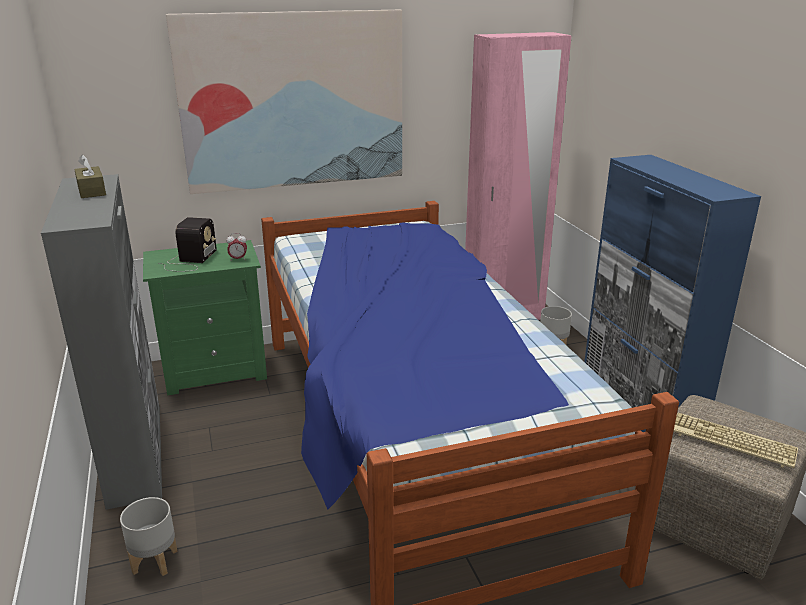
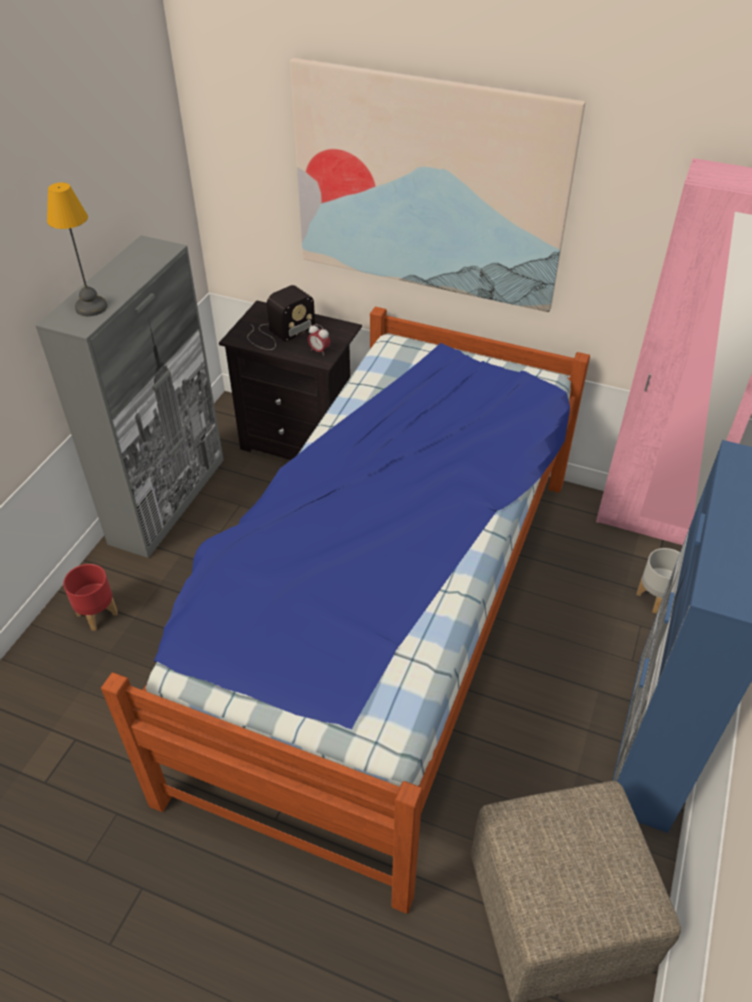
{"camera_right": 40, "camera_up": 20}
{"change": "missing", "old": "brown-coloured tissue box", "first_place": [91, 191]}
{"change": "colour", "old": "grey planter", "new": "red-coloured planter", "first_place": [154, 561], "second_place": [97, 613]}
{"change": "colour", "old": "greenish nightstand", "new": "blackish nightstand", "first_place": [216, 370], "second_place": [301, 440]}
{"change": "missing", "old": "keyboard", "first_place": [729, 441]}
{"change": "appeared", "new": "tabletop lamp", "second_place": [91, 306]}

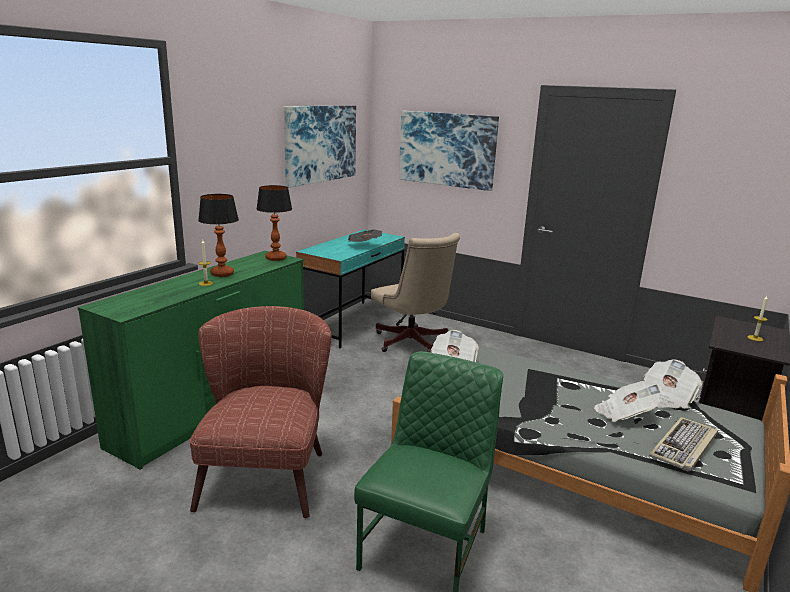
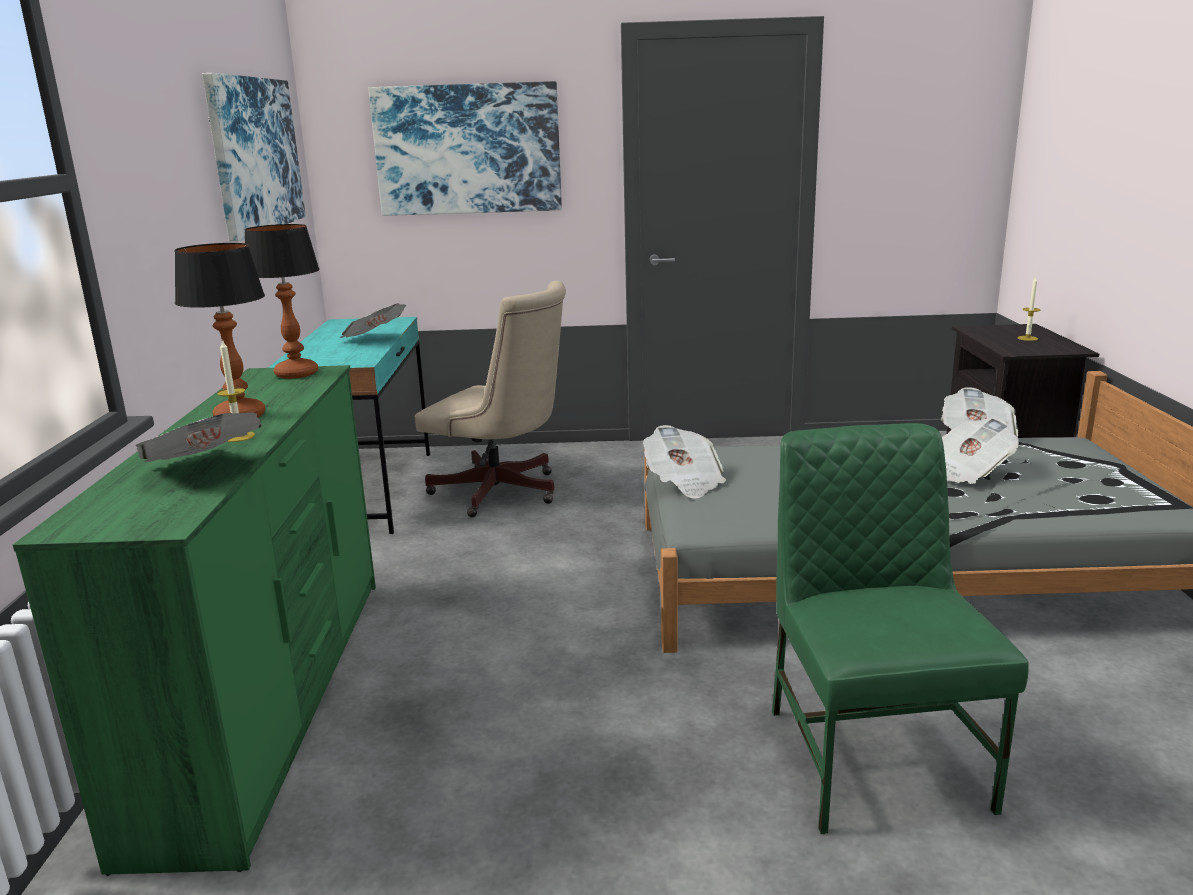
{"camera_right": -30, "camera_up": 0}
{"change": "missing", "old": "brown-coloured armchair", "first_place": [267, 471]}
{"change": "missing", "old": "keyboard", "first_place": [684, 446]}
{"change": "appeared", "new": "newspaper", "second_place": [205, 469]}

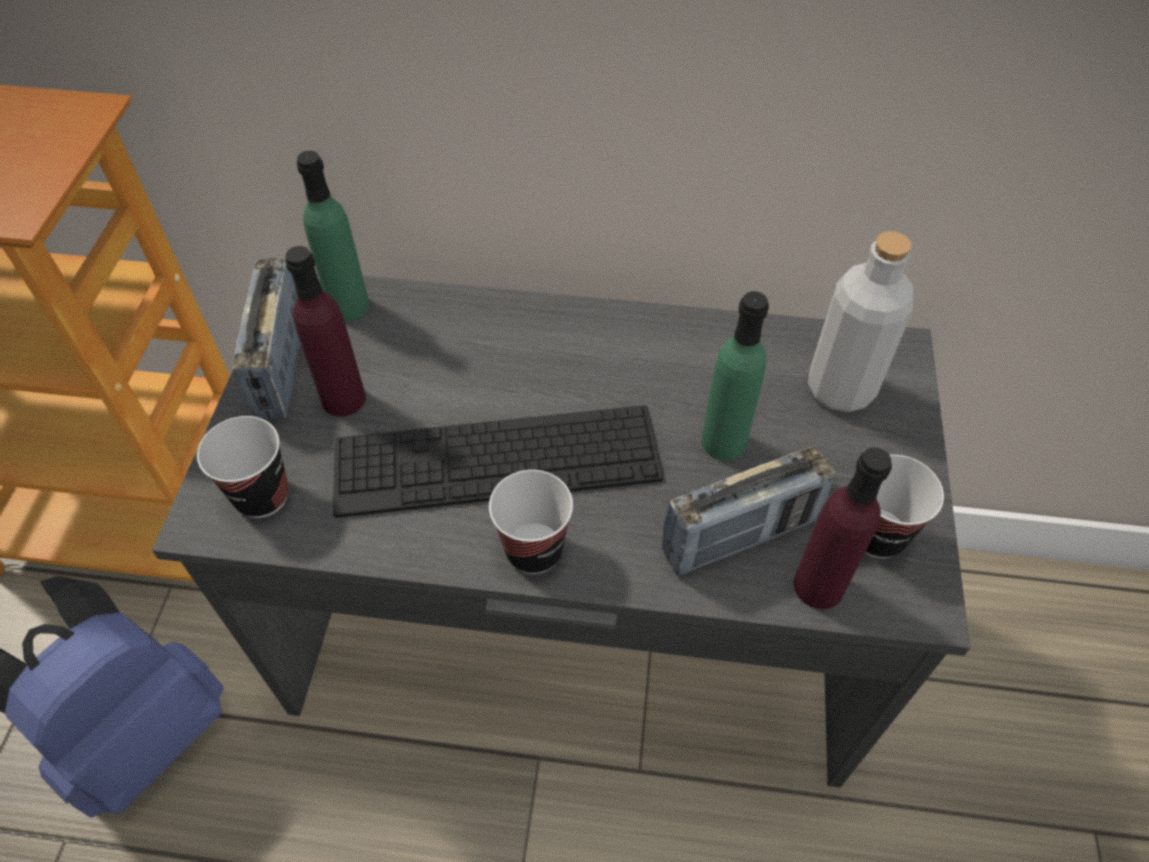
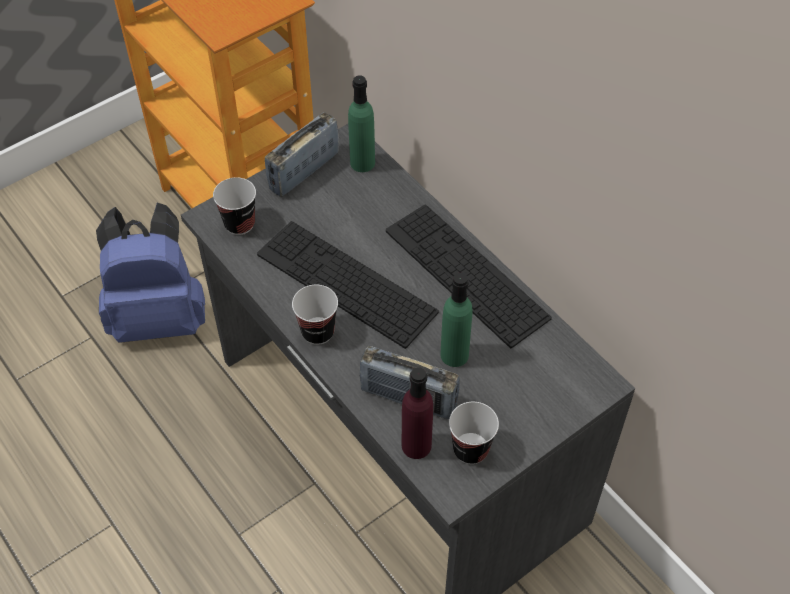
{"camera_right": 45, "camera_up": 0}
{"change": "missing", "old": "purplish beverage bottle", "first_place": [343, 399]}
{"change": "missing", "old": "grey beverage bottle", "first_place": [840, 388]}
{"change": "appeared", "new": "keyboard", "second_place": [466, 274]}

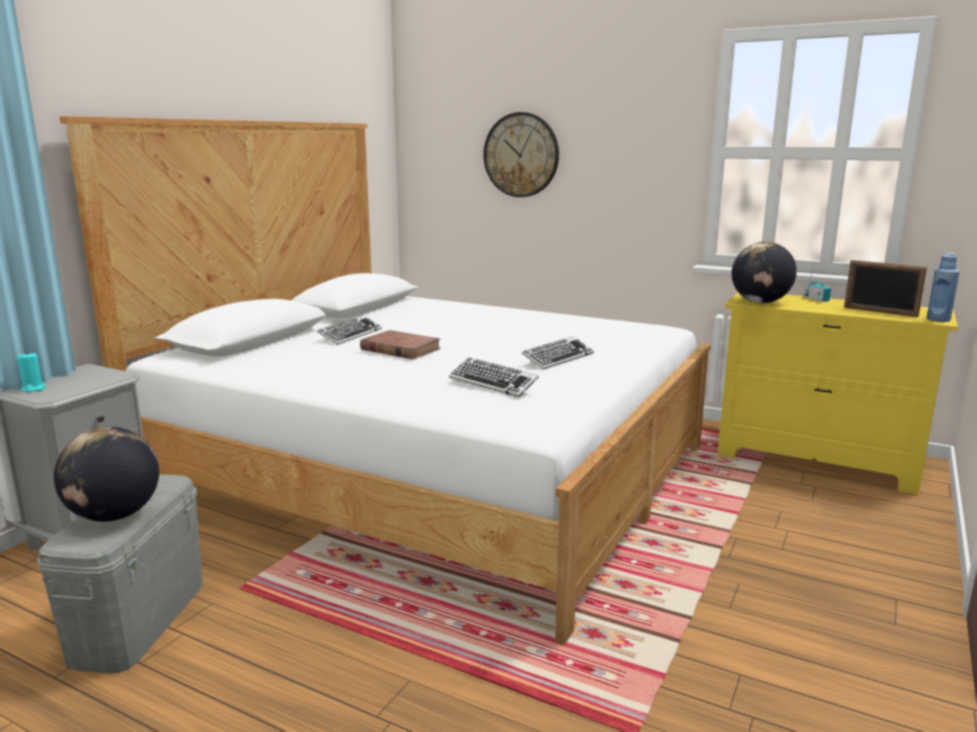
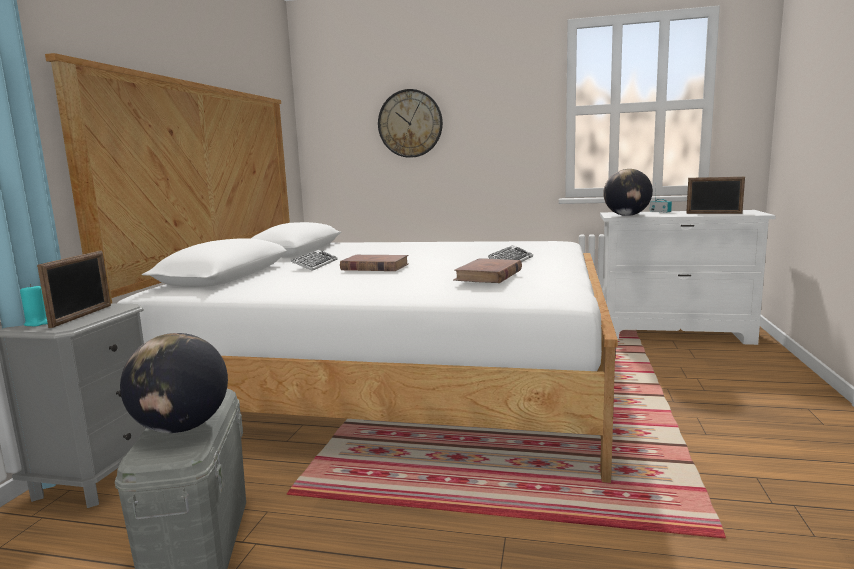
{"camera_right": -15, "camera_up": -5}
{"change": "exchanged", "old": "keyboard", "new": "brown-coloured book", "first_place": [493, 383], "second_place": [488, 275]}
{"change": "colour", "old": "yellowish drawer chest", "new": "white drawer chest", "first_place": [817, 461], "second_place": [675, 334]}
{"change": "missing", "old": "blue-coloured beverage bottle", "first_place": [938, 319]}
{"change": "appeared", "new": "photo frame", "second_place": [82, 316]}

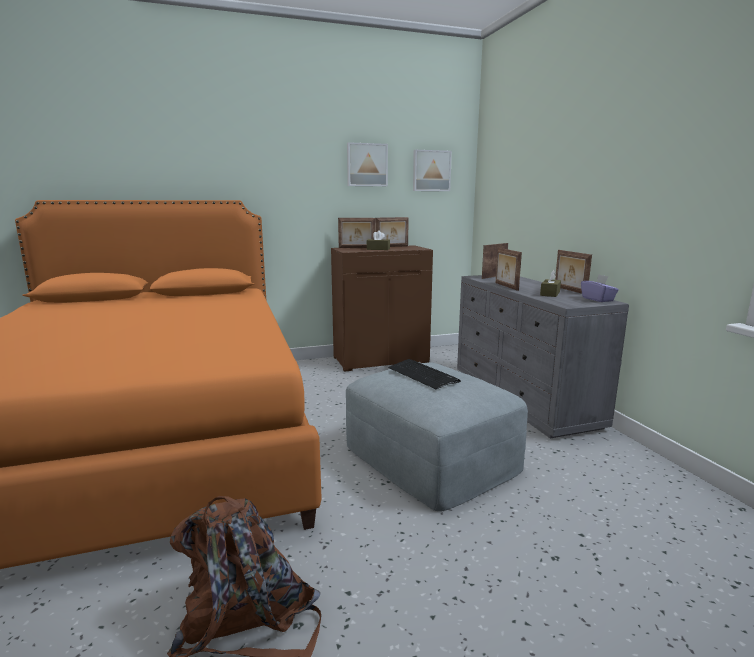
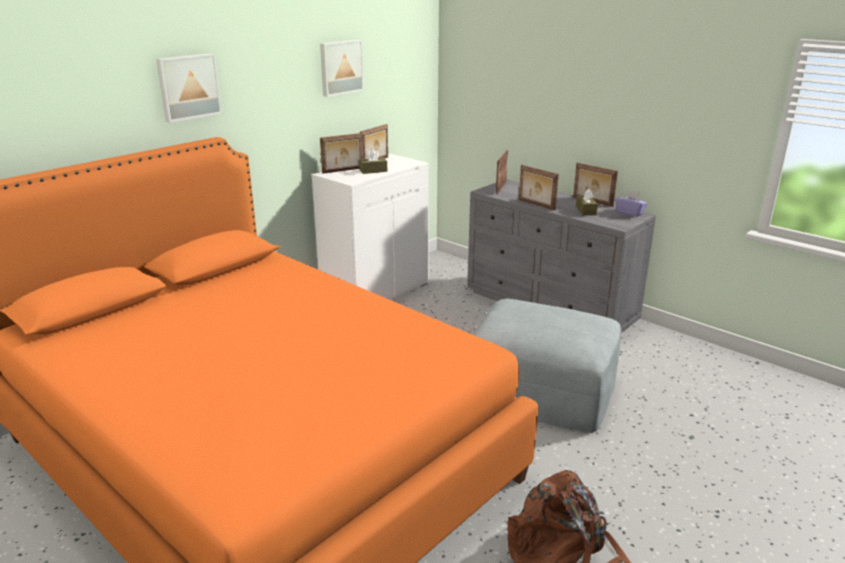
{"camera_right": -30, "camera_up": 10}
{"change": "colour", "old": "brown-coloured cabinet", "new": "white cabinet", "first_place": [381, 359], "second_place": [375, 292]}
{"change": "missing", "old": "keyboard", "first_place": [423, 375]}
{"change": "relocated", "old": "wall picture", "first_place": [431, 171], "second_place": [188, 87]}

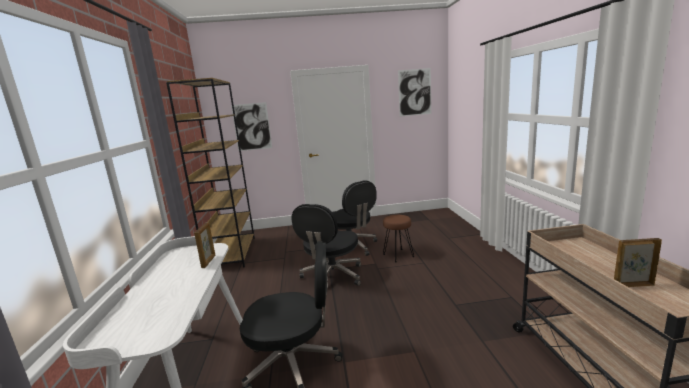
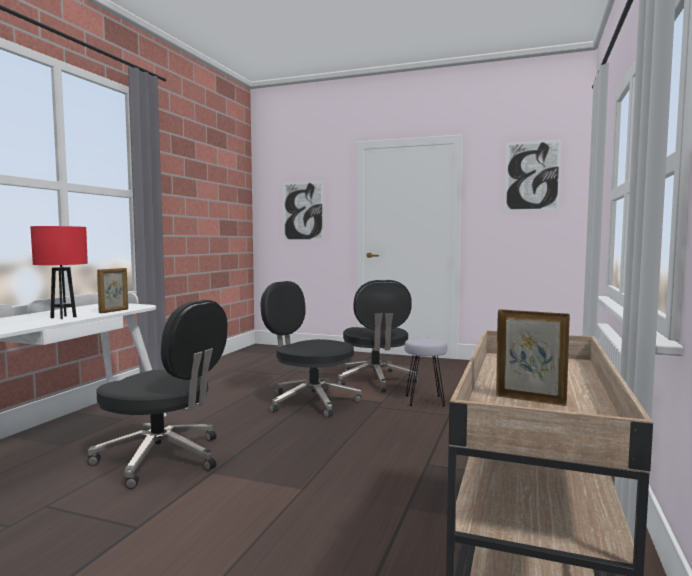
{"camera_right": 25, "camera_up": -10}
{"change": "missing", "old": "brown-coloured shelving unit", "first_place": [232, 253]}
{"change": "spun", "old": "blackish office chair", "first_place": [332, 277], "second_place": [310, 401], "degrees": 75}
{"change": "colour", "old": "brown-coloured sitting stool", "new": "grey sitting stool", "first_place": [398, 255], "second_place": [425, 400]}
{"change": "appeared", "new": "red-coloured tabletop lamp", "second_place": [63, 317]}

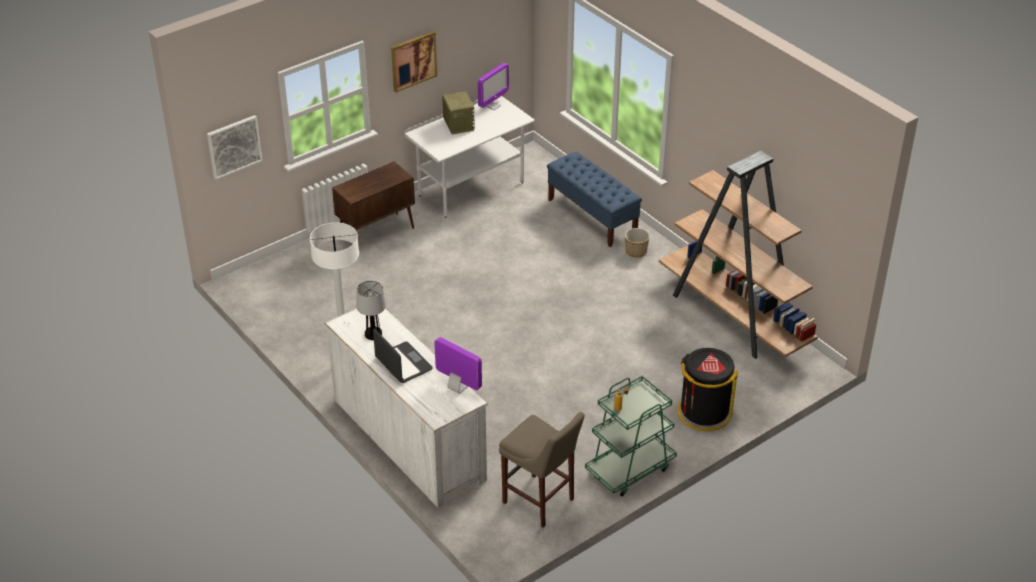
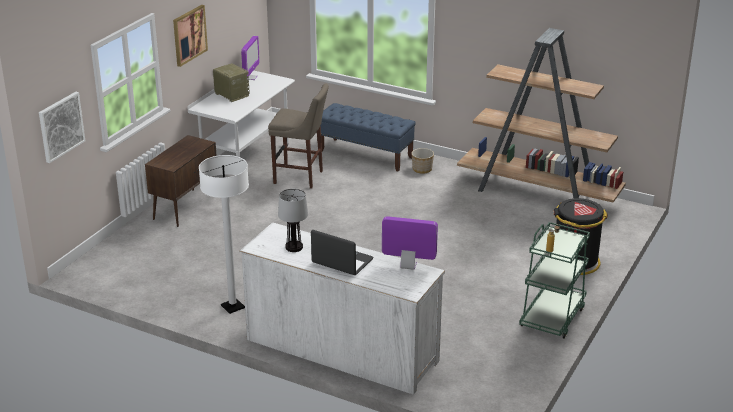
{"camera_right": -25, "camera_up": -10}
{"change": "relocated", "old": "beige sitting stool", "first_place": [541, 503], "second_place": [301, 178]}

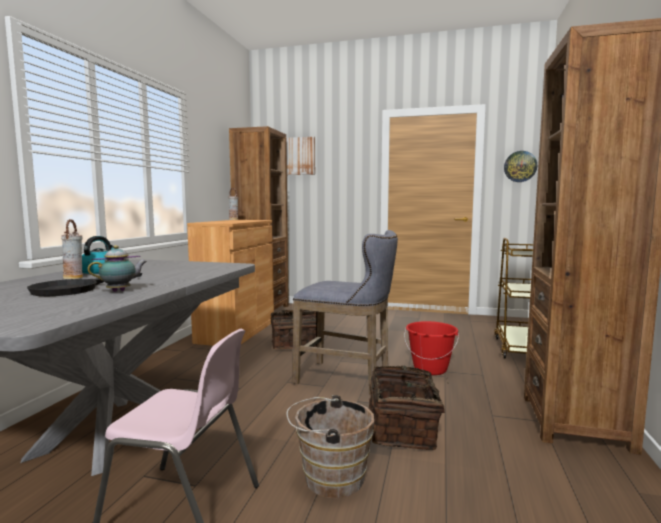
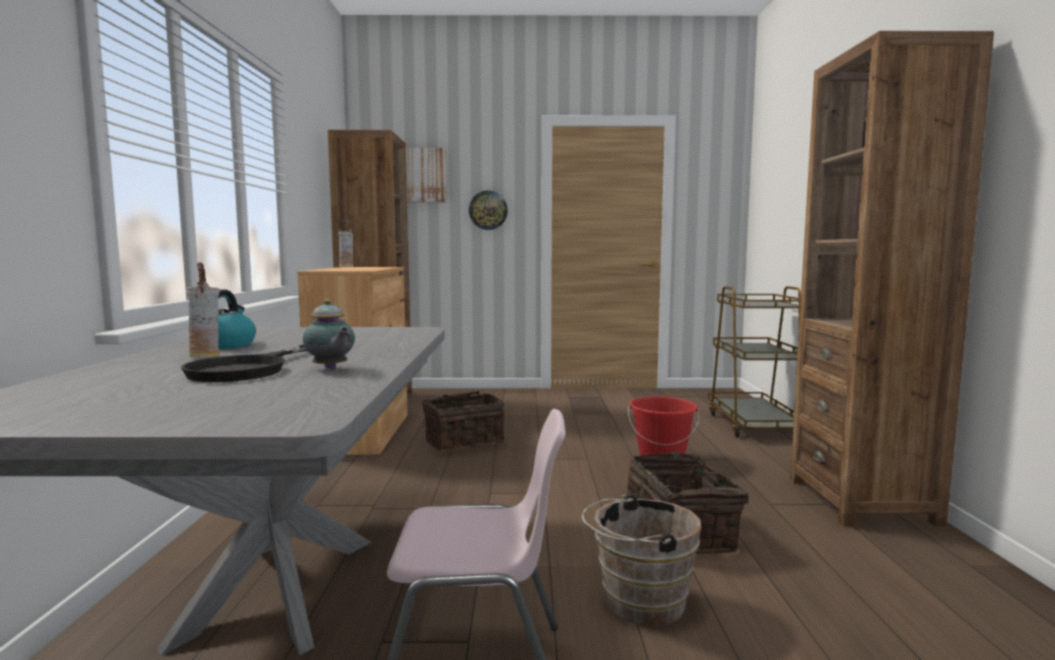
{"camera_right": -15, "camera_up": 0}
{"change": "spun", "old": "teapot", "first_place": [120, 291], "second_place": [330, 369], "degrees": 105}
{"change": "missing", "old": "grey sitting stool", "first_place": [348, 379]}
{"change": "relocated", "old": "wall clock", "first_place": [520, 166], "second_place": [488, 210]}

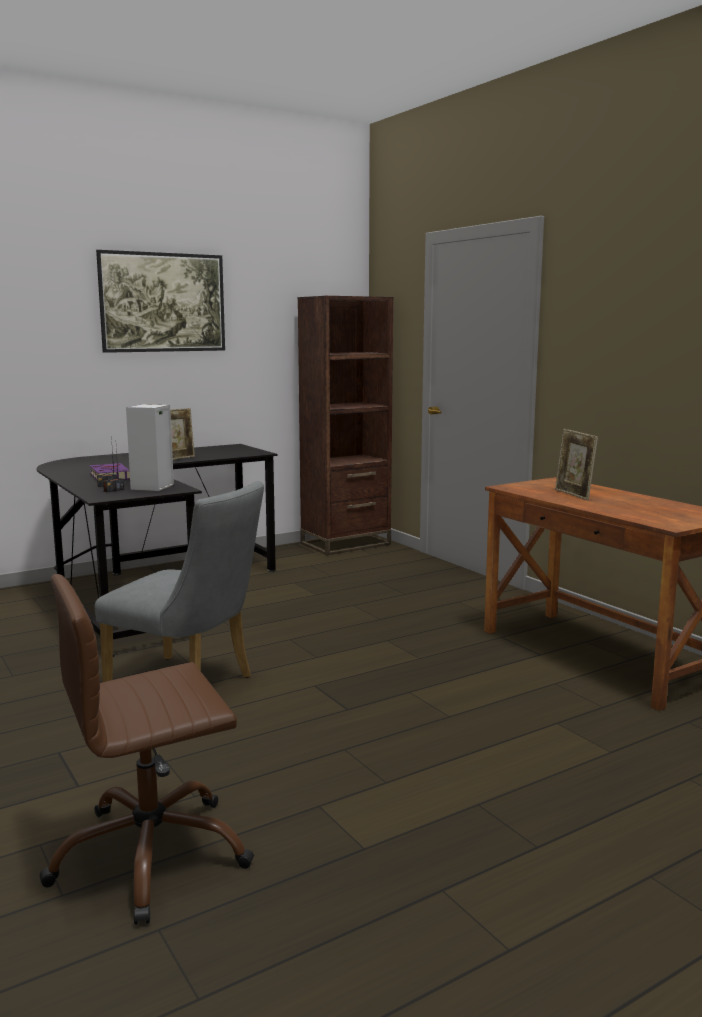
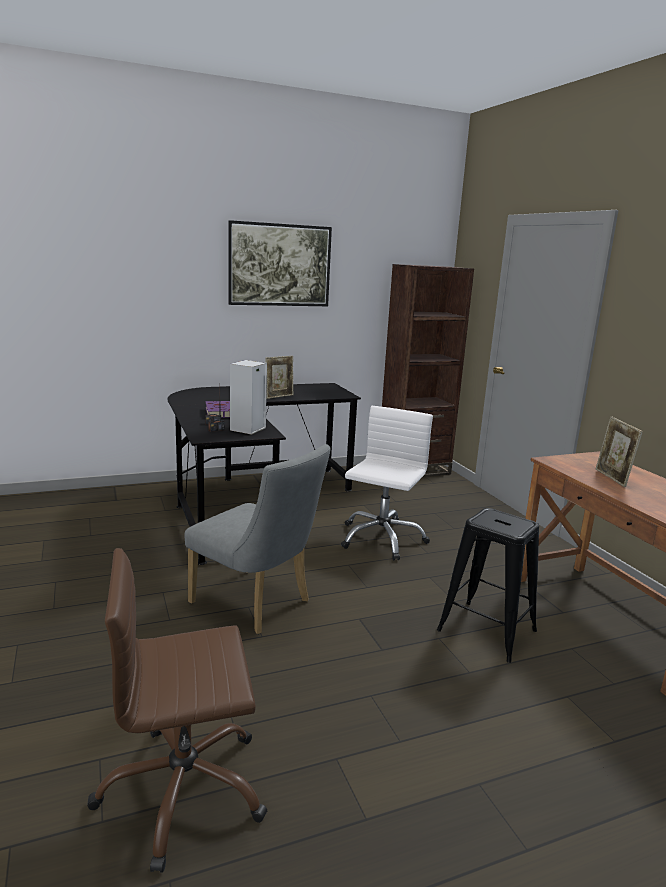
{"camera_right": 10, "camera_up": 5}
{"change": "appeared", "new": "white office chair", "second_place": [381, 538]}
{"change": "appeared", "new": "blackish sitting stool", "second_place": [487, 631]}

